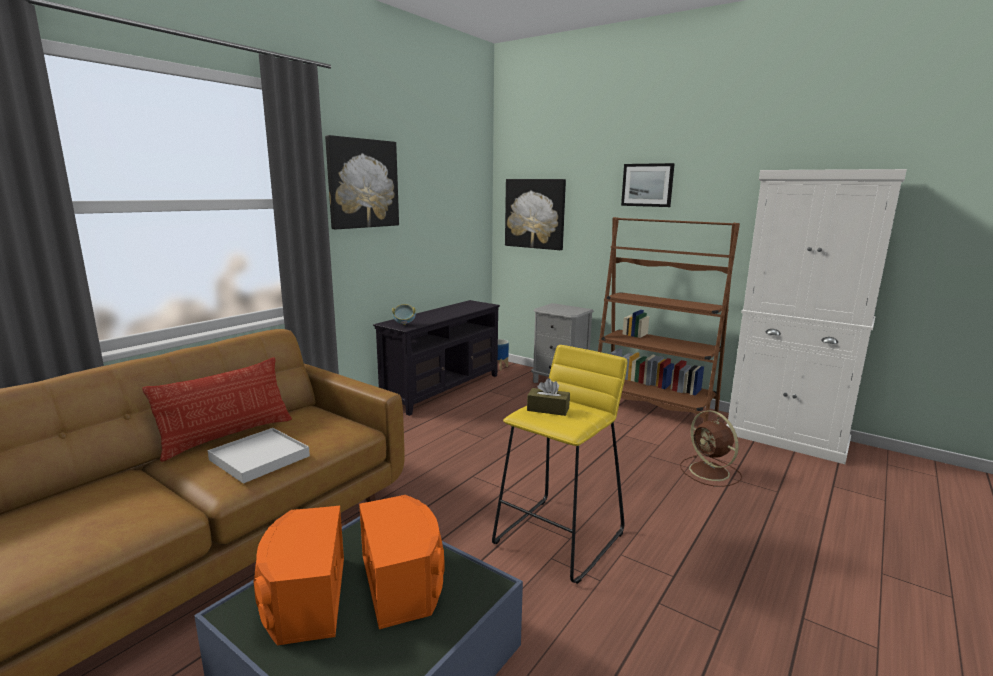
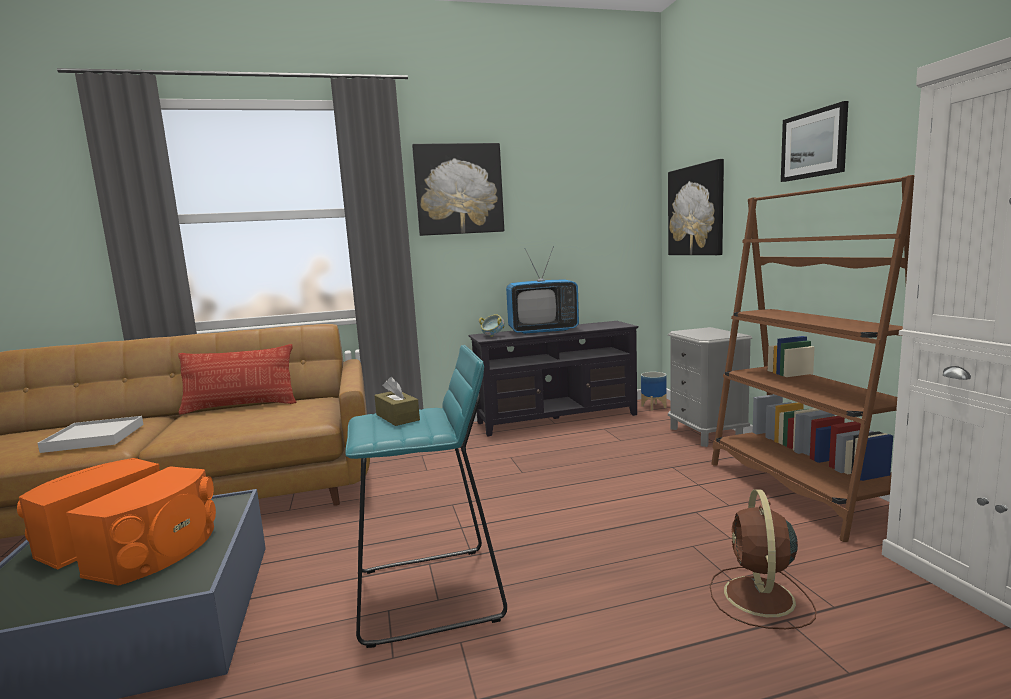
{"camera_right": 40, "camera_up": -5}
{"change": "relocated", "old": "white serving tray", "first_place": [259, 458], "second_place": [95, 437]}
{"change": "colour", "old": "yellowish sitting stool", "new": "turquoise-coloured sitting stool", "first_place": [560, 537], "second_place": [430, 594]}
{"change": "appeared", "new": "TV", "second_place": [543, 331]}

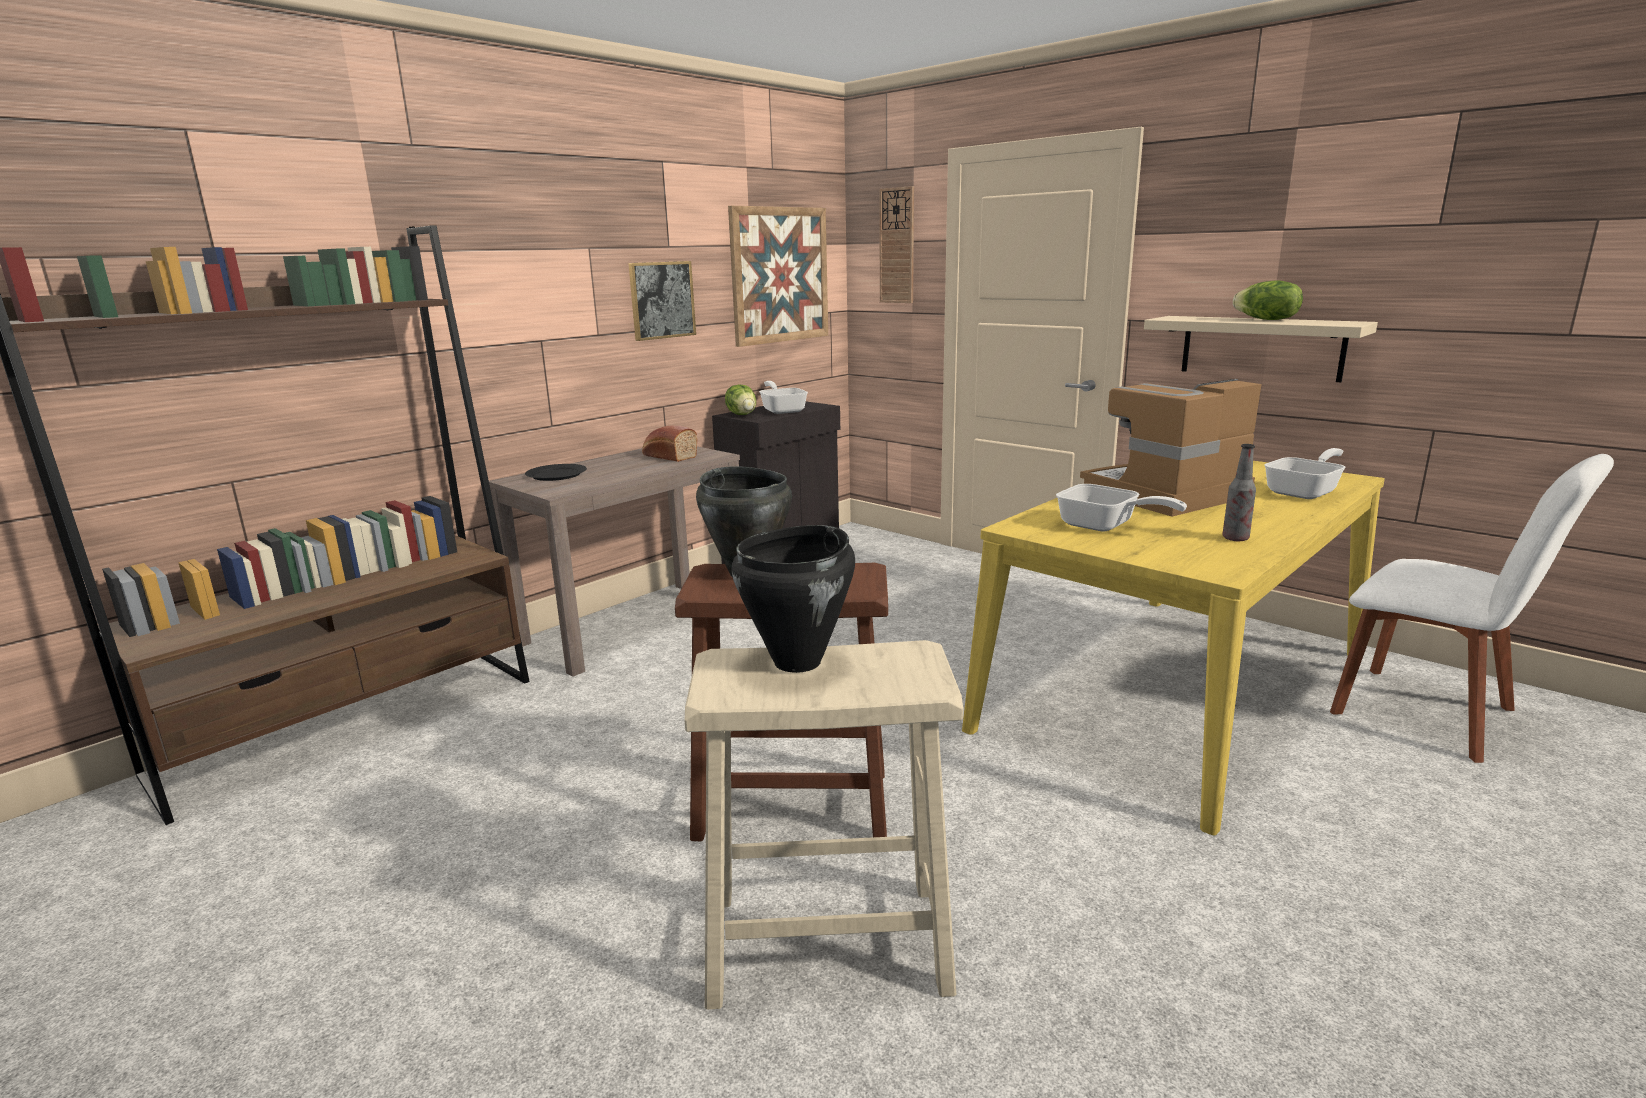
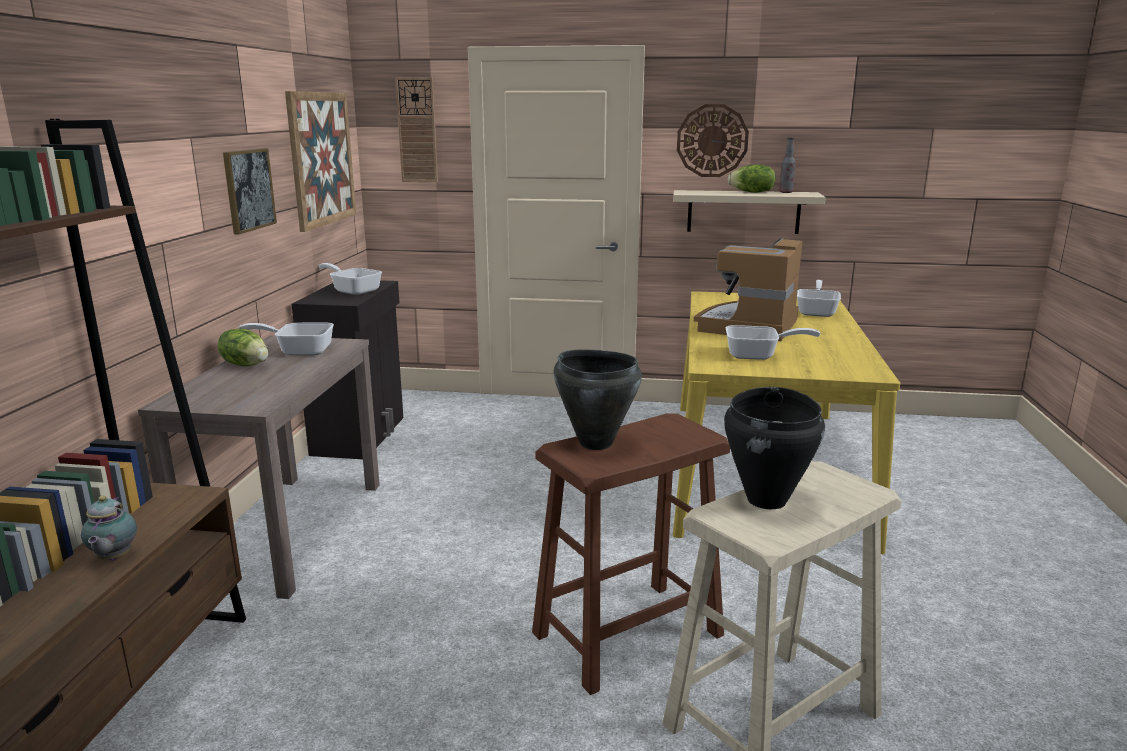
{"camera_right": -35, "camera_up": 0}
{"change": "missing", "old": "blackish dinner plate", "first_place": [557, 475]}
{"change": "exchanged", "old": "bread", "new": "skillet", "first_place": [668, 456], "second_place": [299, 351]}
{"change": "relocated", "old": "lettuce", "first_place": [742, 414], "second_place": [246, 364]}
{"change": "relocated", "old": "beverage bottle", "first_place": [1235, 538], "second_place": [786, 192]}
{"change": "missing", "old": "white chair", "first_place": [1433, 715]}
{"change": "appeared", "new": "teapot", "second_place": [113, 559]}
{"change": "appeared", "new": "wall clock", "second_place": [712, 141]}

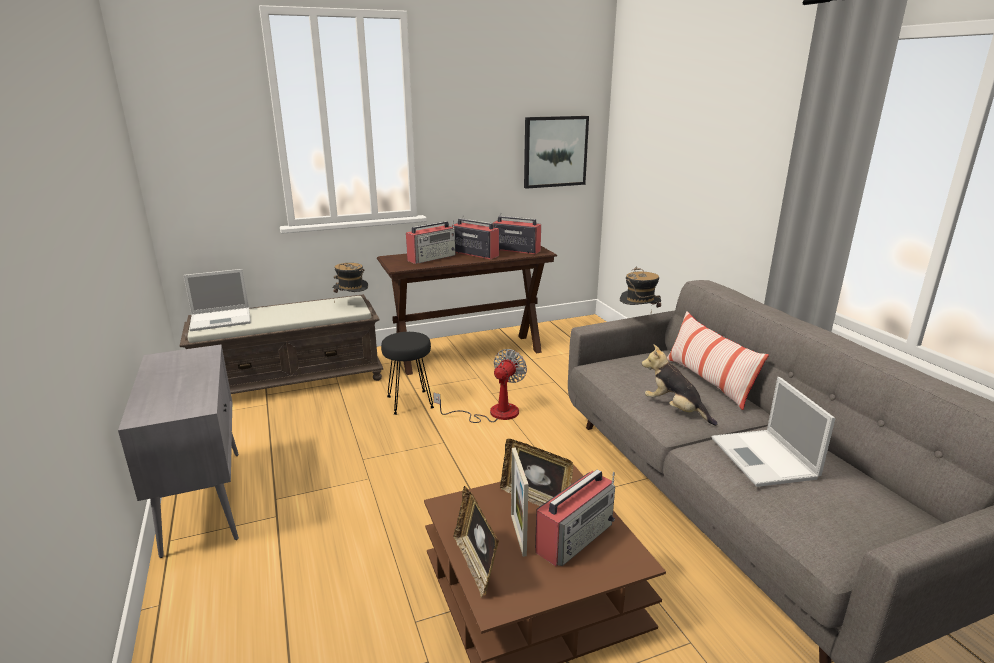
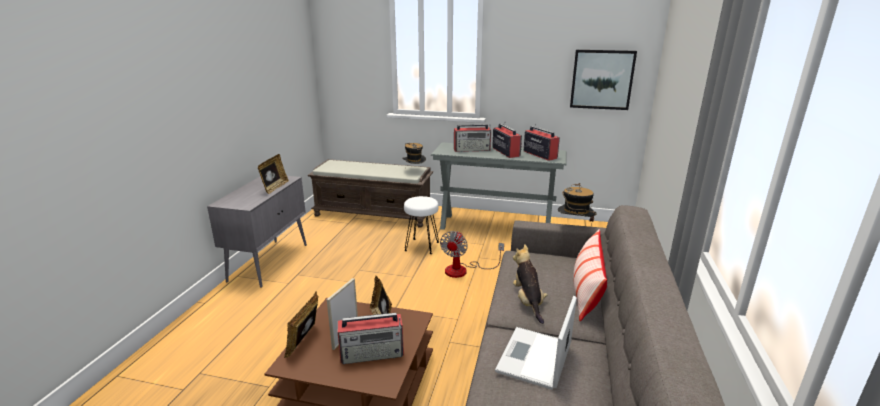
{"camera_right": 35, "camera_up": 0}
{"change": "missing", "old": "laptop", "first_place": [222, 319]}
{"change": "colour", "old": "brown-coloured narrow table", "new": "grey narrow table", "first_place": [469, 354], "second_place": [495, 227]}
{"change": "colour", "old": "blackish sitting stool", "new": "white sitting stool", "first_place": [409, 402], "second_place": [421, 246]}
{"change": "spun", "old": "electric fan", "first_place": [493, 413], "second_place": [463, 270], "degrees": 135}
{"change": "appeared", "new": "photo frame", "second_place": [274, 187]}

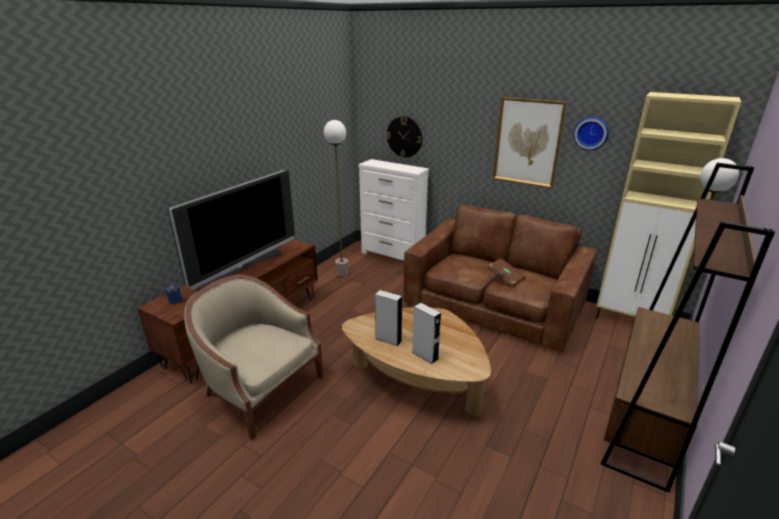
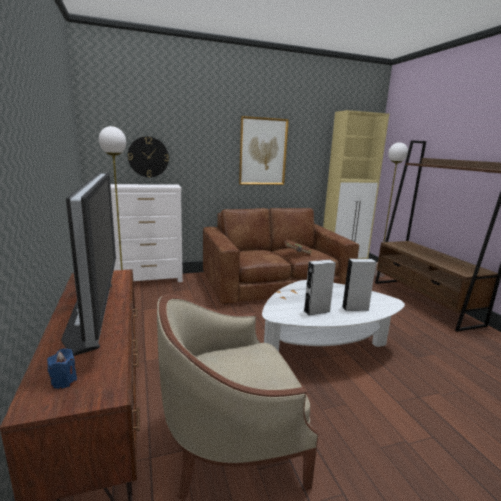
{"camera_right": -50, "camera_up": -10}
{"change": "colour", "old": "brown-coloured low table", "new": "white low table", "first_place": [417, 382], "second_place": [323, 348]}
{"change": "missing", "old": "wall clock", "first_place": [591, 133]}

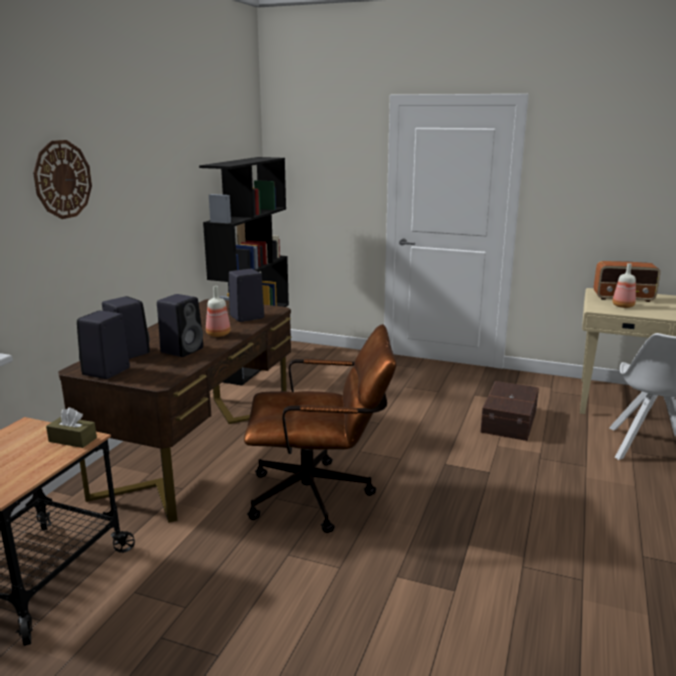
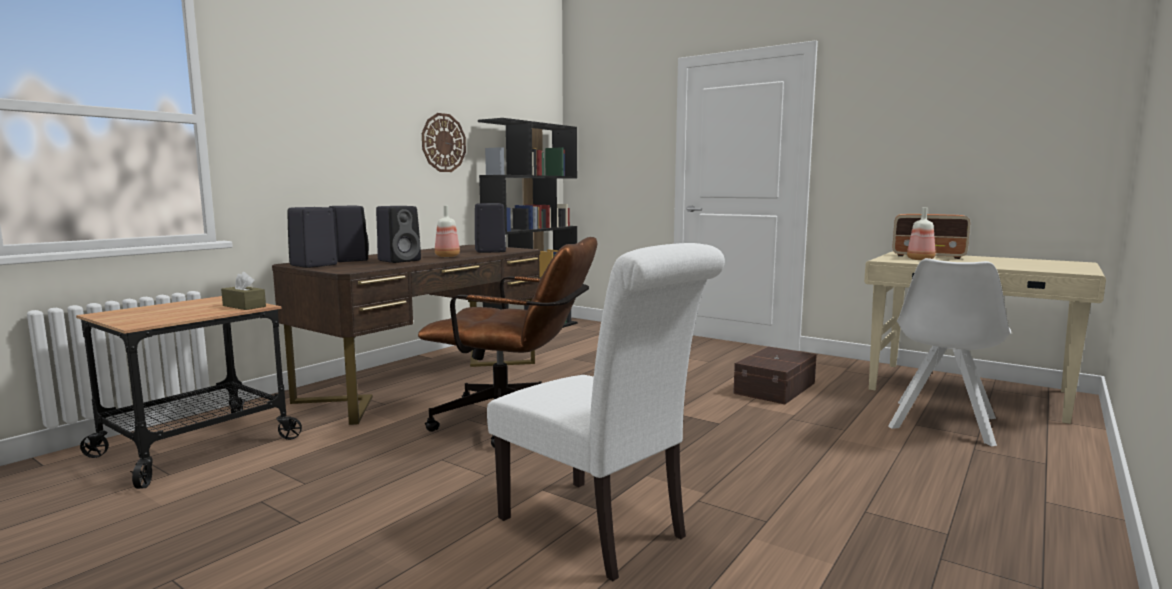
{"camera_right": 15, "camera_up": -10}
{"change": "relocated", "old": "wall clock", "first_place": [62, 179], "second_place": [443, 143]}
{"change": "appeared", "new": "white chair", "second_place": [600, 530]}

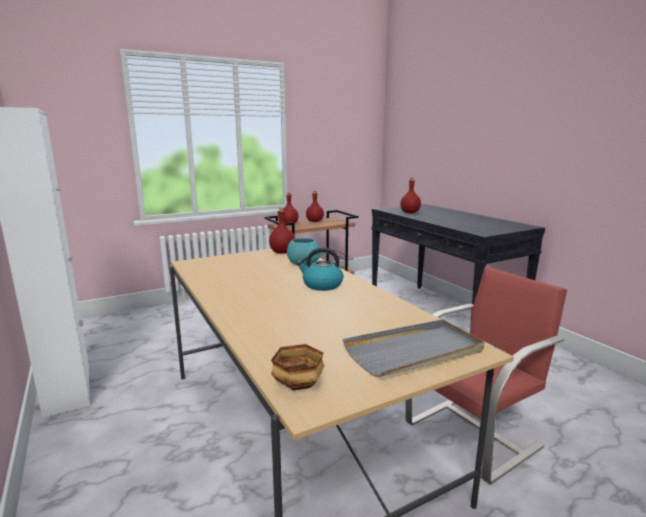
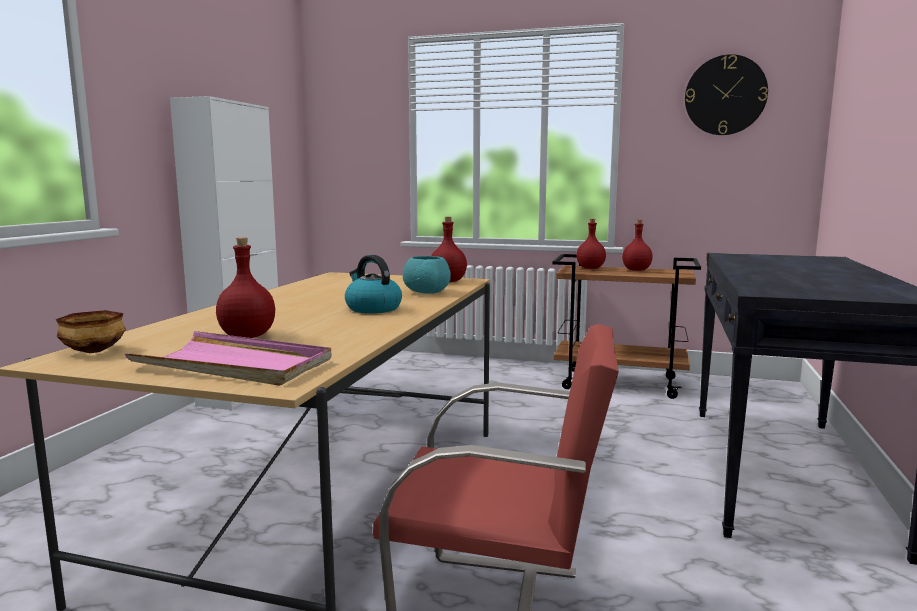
{"camera_right": 45, "camera_up": -5}
{"change": "colour", "old": "grey serving tray", "new": "pinkish serving tray", "first_place": [414, 351], "second_place": [234, 365]}
{"change": "relocated", "old": "red-coloured beverage bottle", "first_place": [410, 212], "second_place": [248, 336]}
{"change": "appeared", "new": "wall clock", "second_place": [725, 95]}

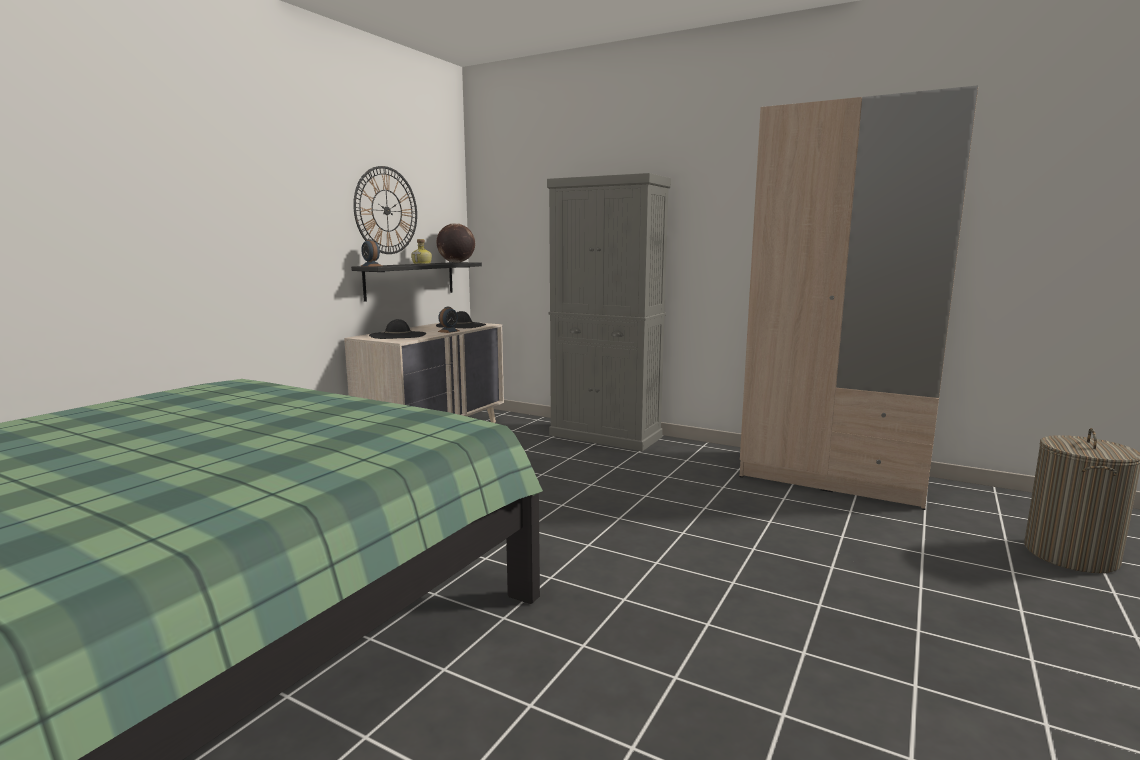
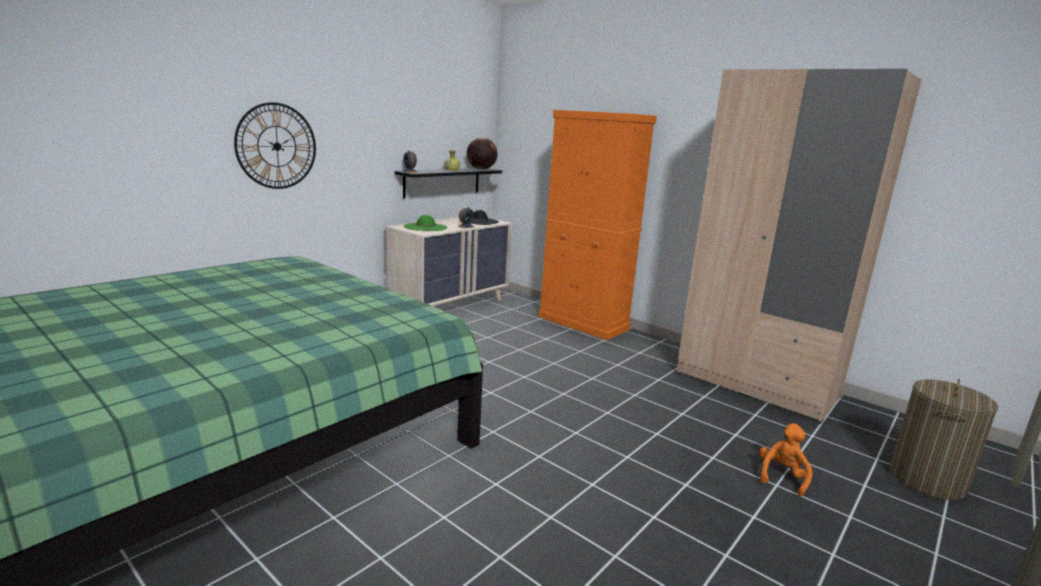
{"camera_right": 10, "camera_up": 5}
{"change": "relocated", "old": "wall clock", "first_place": [386, 210], "second_place": [277, 146]}
{"change": "colour", "old": "blackish wearable hat", "new": "greenish wearable hat", "first_place": [397, 335], "second_place": [425, 227]}
{"change": "colour", "old": "grey cabinet", "new": "orangey cabinet", "first_place": [605, 436], "second_place": [583, 323]}
{"change": "appeared", "new": "orangey plush toy", "second_place": [781, 477]}

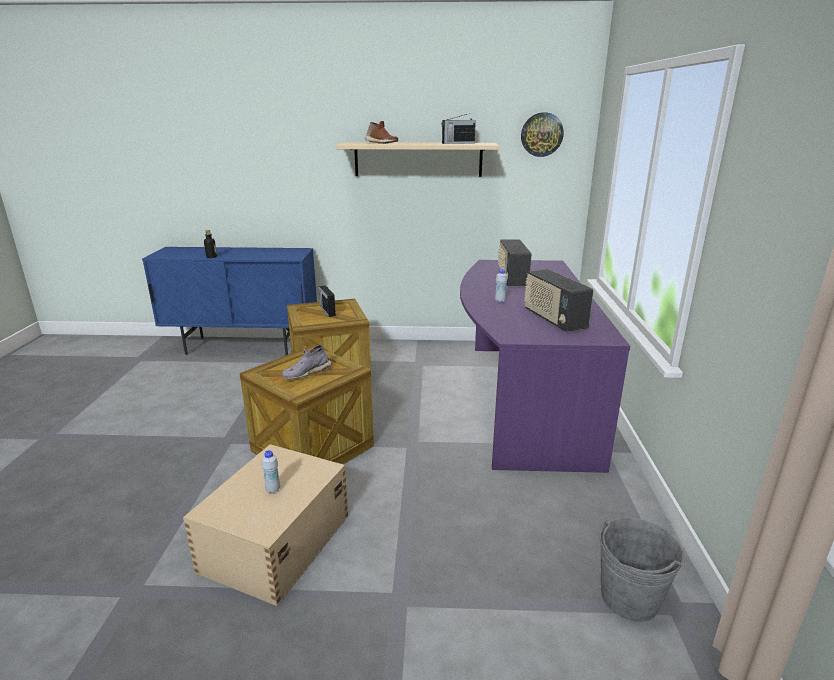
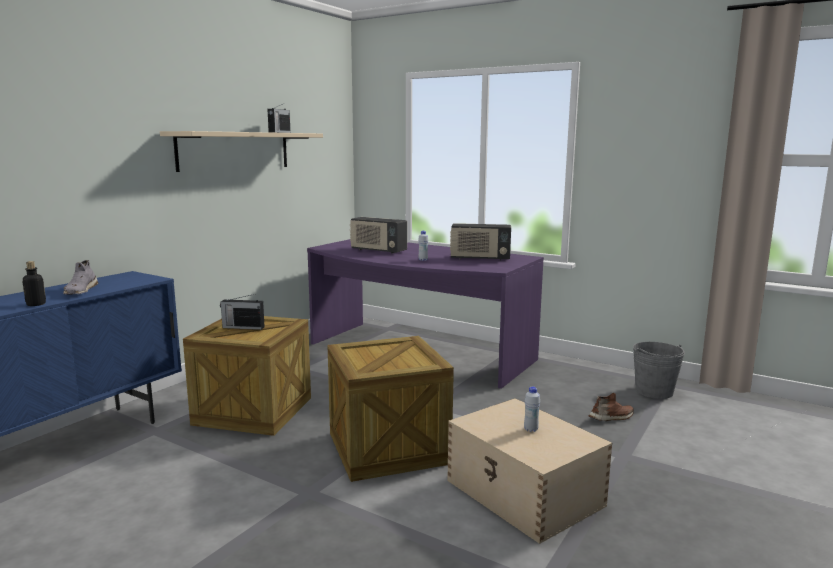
{"camera_right": -60, "camera_up": -10}
{"change": "relocated", "old": "grey low shoe", "first_place": [306, 373], "second_place": [80, 291]}
{"change": "relocated", "old": "brown-coloured low shoe", "first_place": [381, 143], "second_place": [612, 418]}
{"change": "missing", "old": "wall clock", "first_place": [541, 134]}

